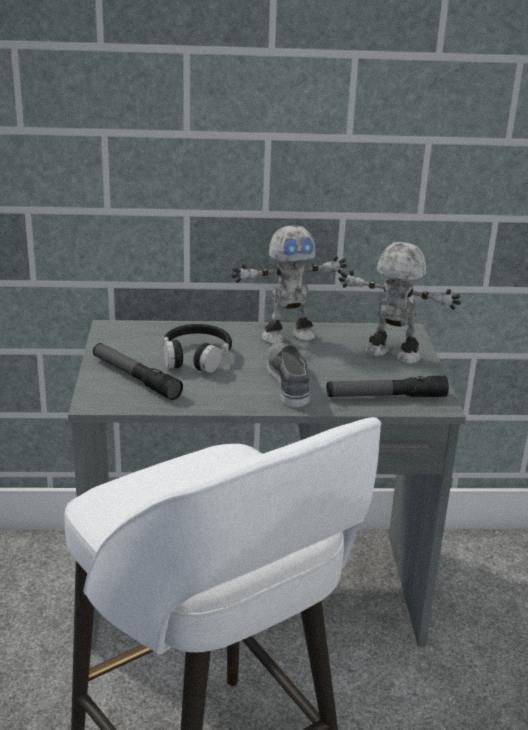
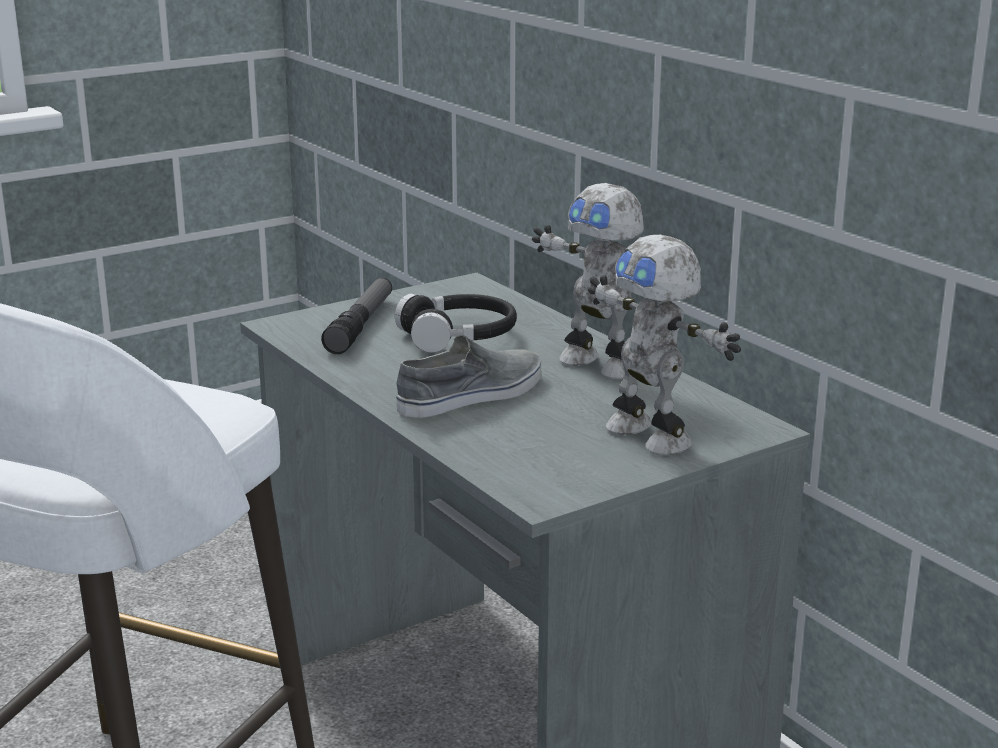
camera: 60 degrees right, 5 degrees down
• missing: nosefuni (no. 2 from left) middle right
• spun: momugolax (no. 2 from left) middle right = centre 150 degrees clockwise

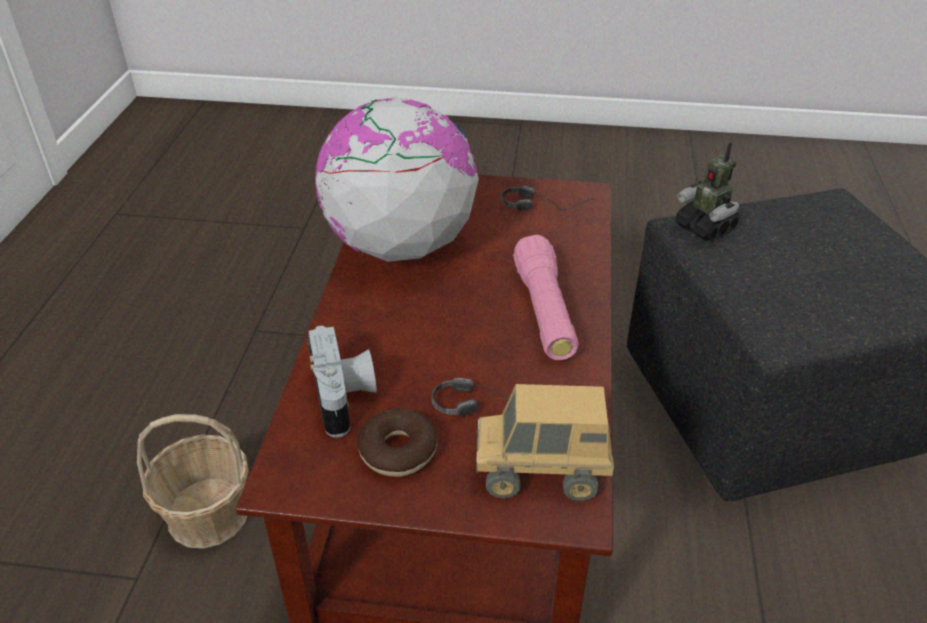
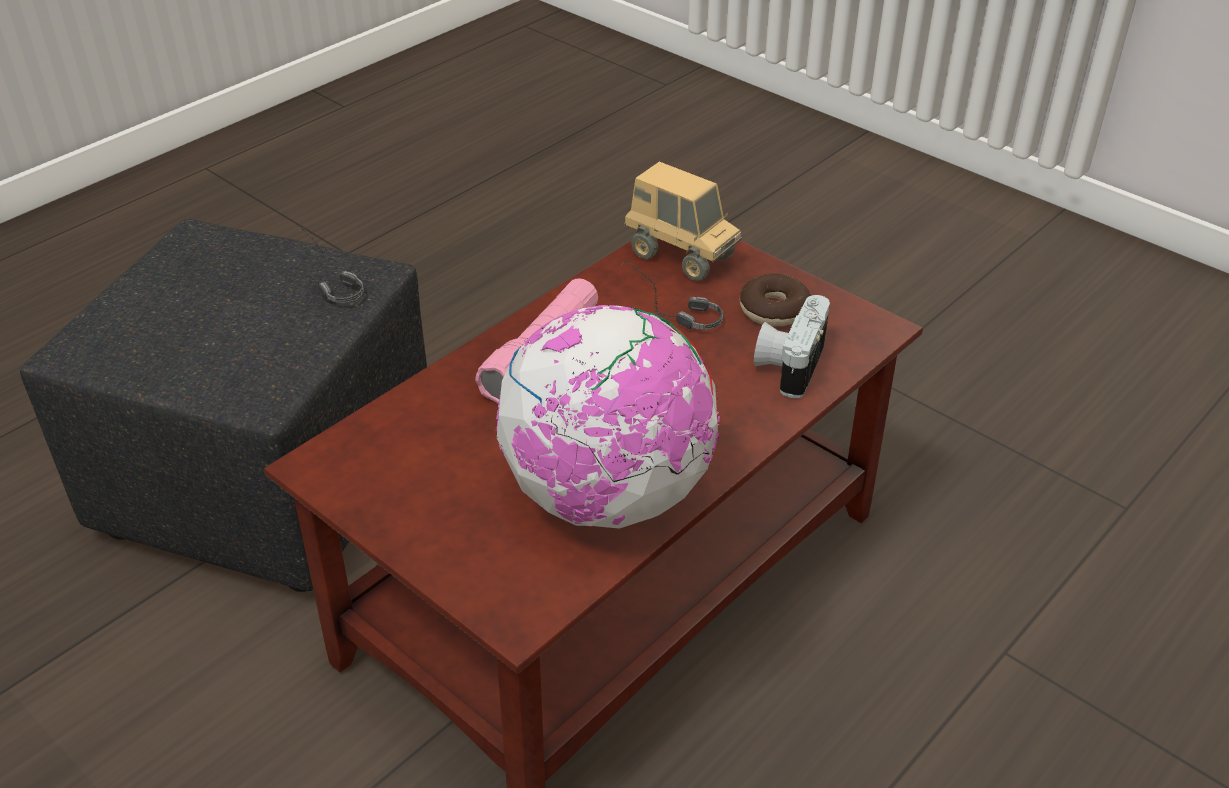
camera: 145 degrees left, 0 degrees up
• missing: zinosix bottom left
• missing: momugolax top right
• relocated: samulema (no. 2 from left in the first image) top centre to samulema (no. 1 from left) middle left

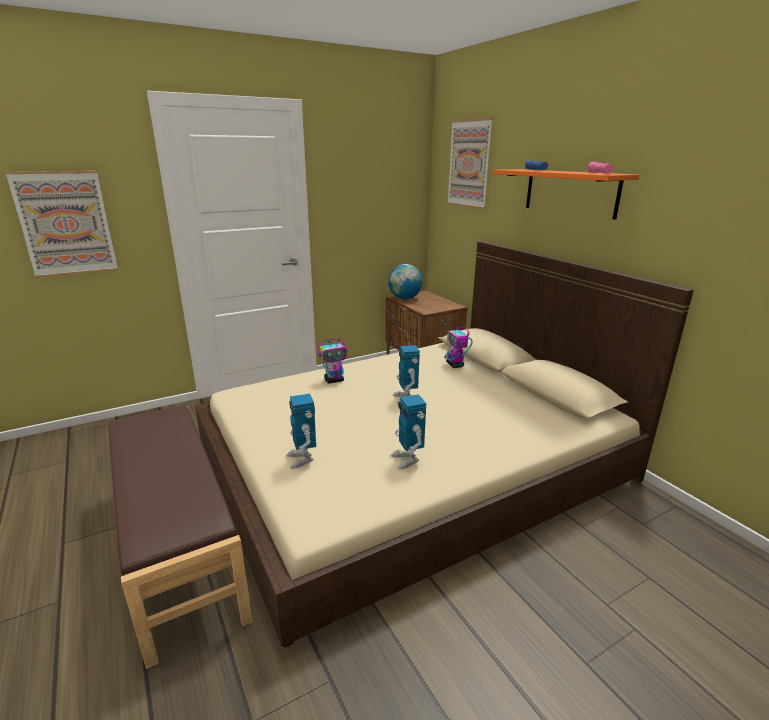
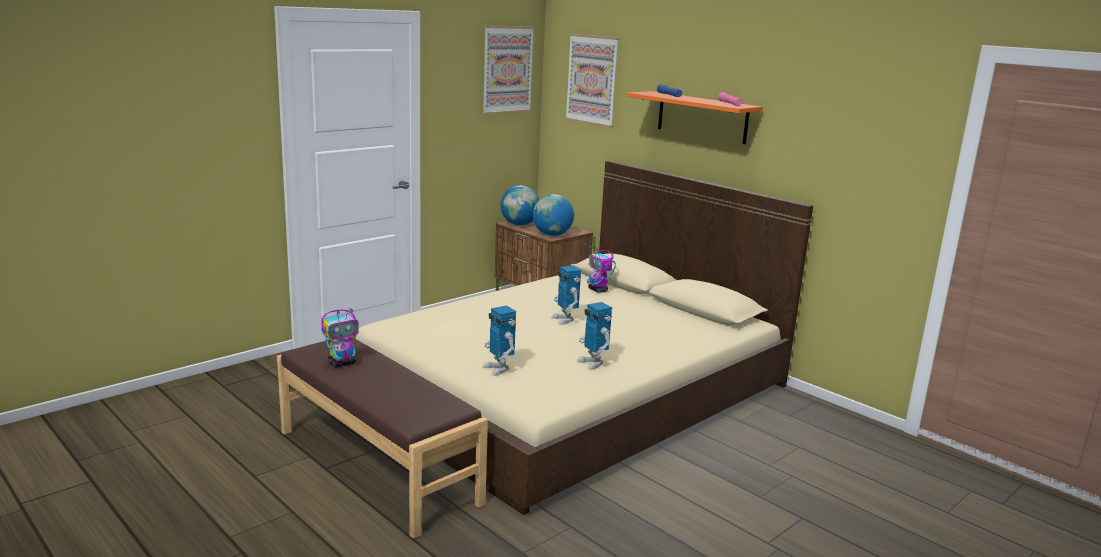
camera: 15 degrees left, 5 degrees down
• appeared: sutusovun (no. 2 from left) centre
• relocated: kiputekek (no. 1 from left) top left to top centre
• relocated: momugolax (no. 2 from left in the first image) centre to momugolax (no. 1 from left) middle left

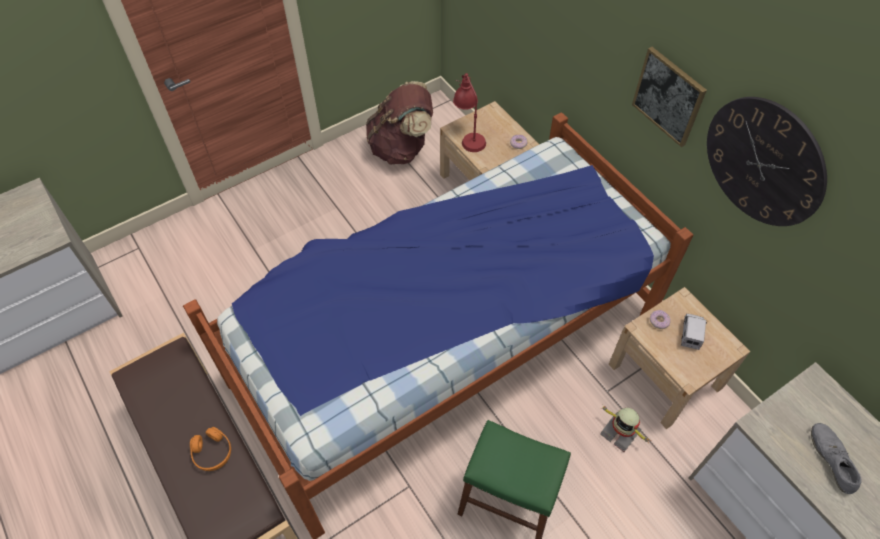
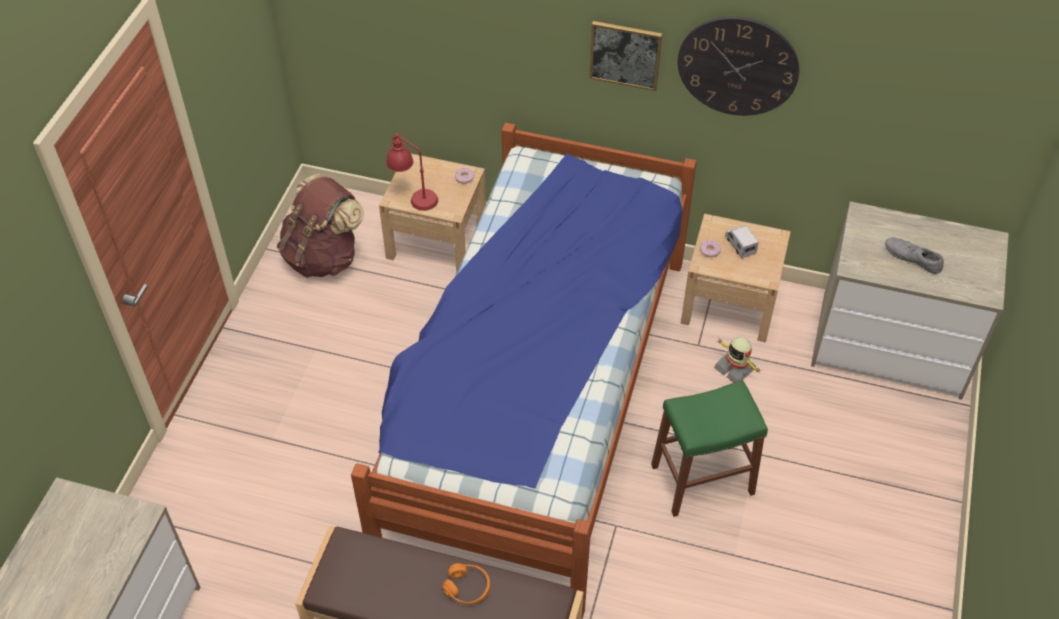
camera: 40 degrees left, 5 degrees down
• spun: momugolax bottom right = middle right 45 degrees clockwise

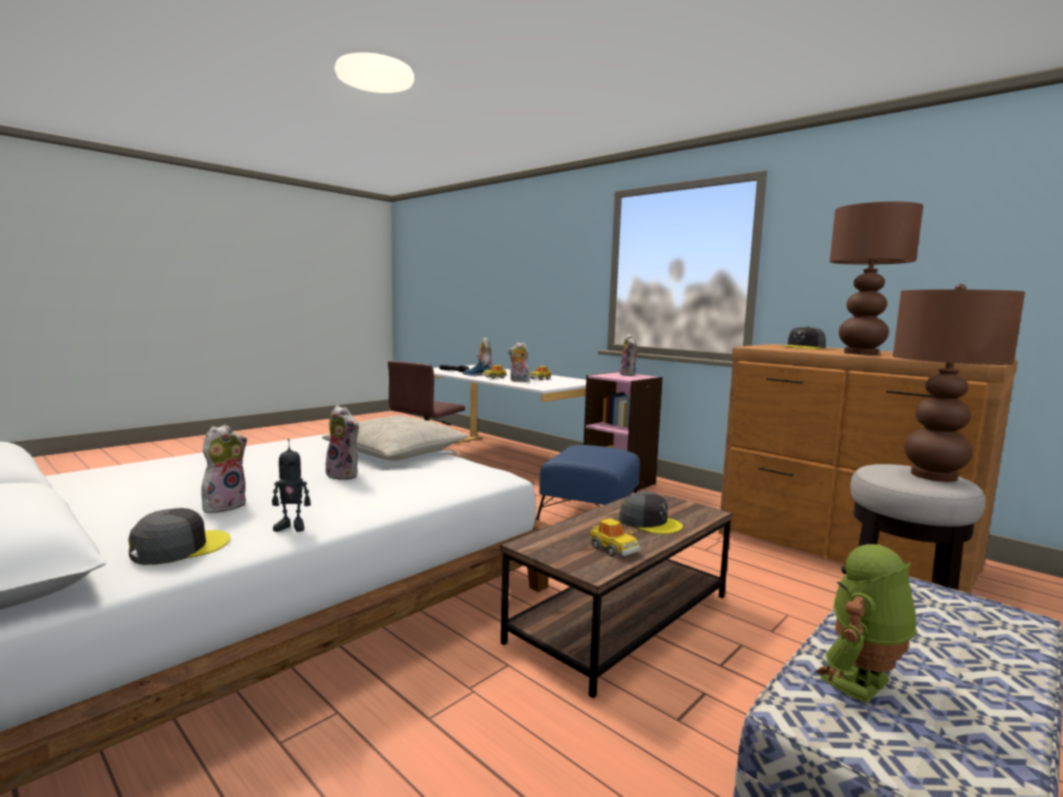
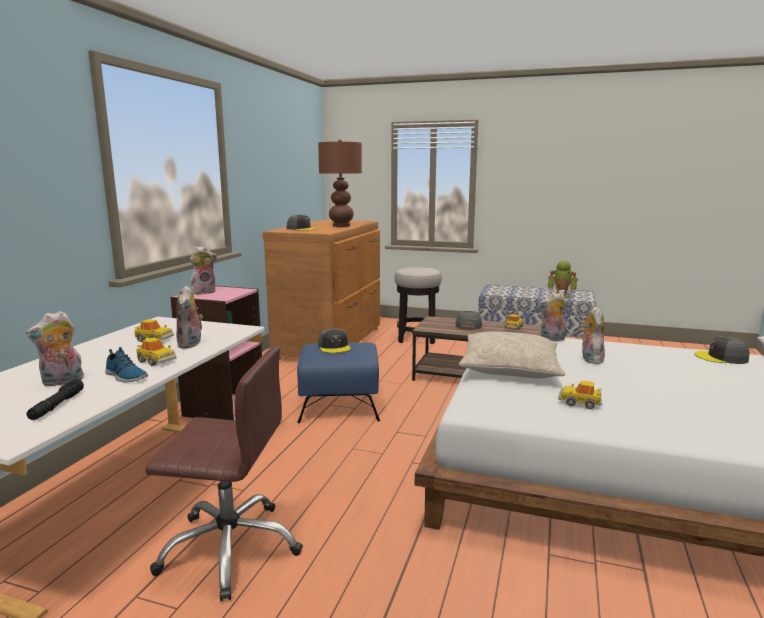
camera: 115 degrees left, 5 degrees up
• missing: momugolax (no. 1 from left) middle left
• missing: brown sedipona (no. 2 from left) middle right
• appeared: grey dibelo (no. 2 from left) centre
• appeared: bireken (no. 4 from left) middle right
• relocated: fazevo (no. 1 from left in the first image) middle left to fazevo (no. 4 from left) middle right

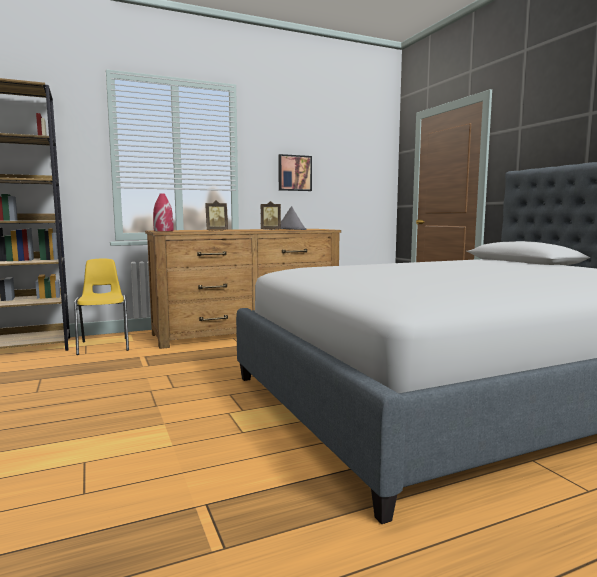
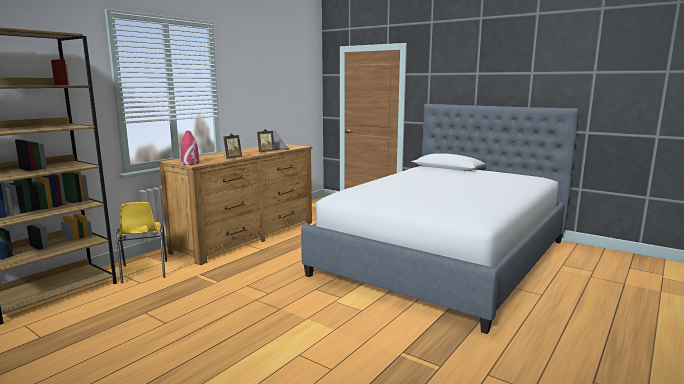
camera: 30 degrees left, 5 degrees up
• missing: kiputekek top centre
• spun: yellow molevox middle left = middle left 150 degrees counterclockwise

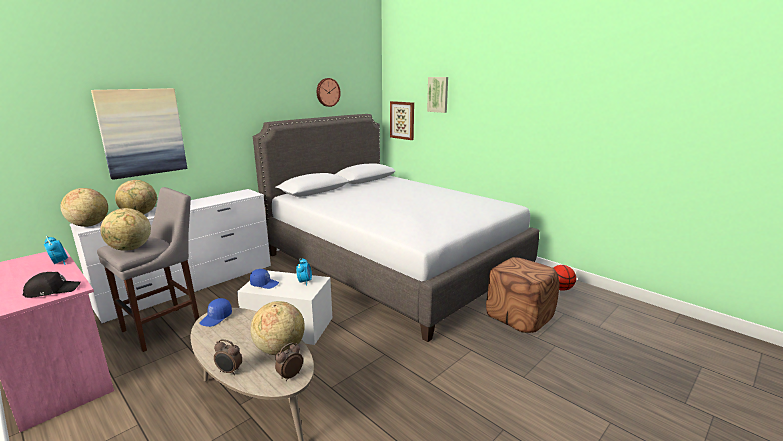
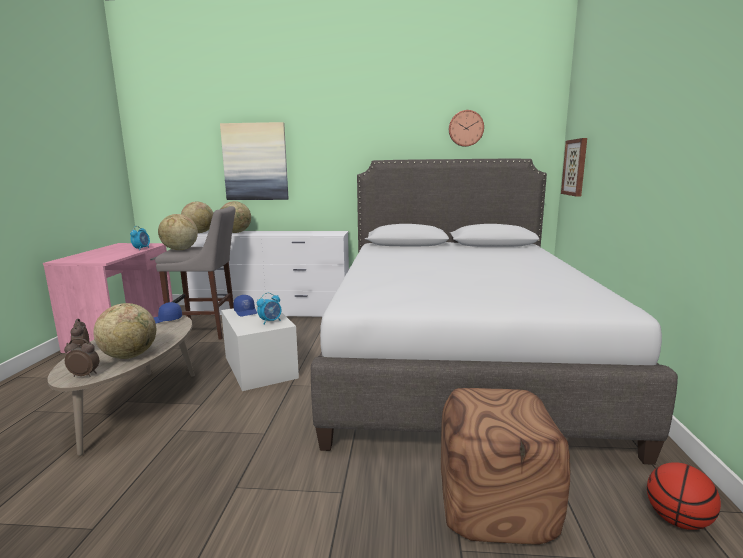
camera: 50 degrees right, 5 degrees down
• missing: black dibelo middle left
• missing: kiputekek (no. 3 from left) top centre

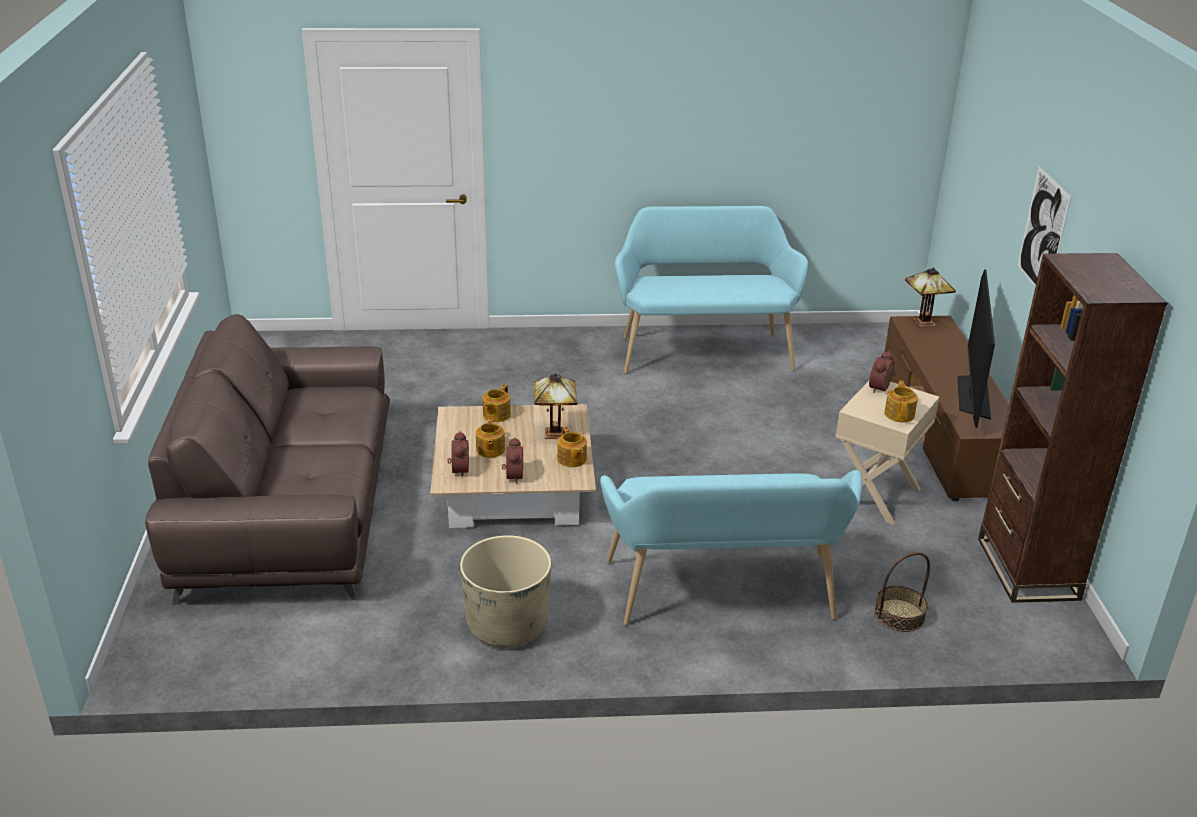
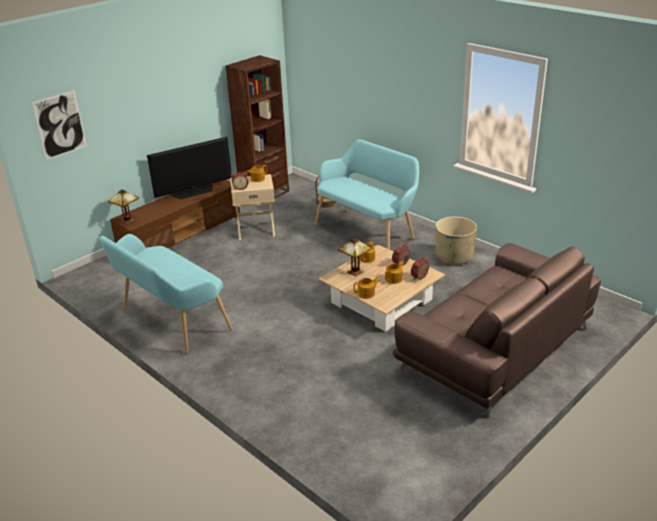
camera: 130 degrees left, 0 degrees up
• relocated: kiputekek top right to top left

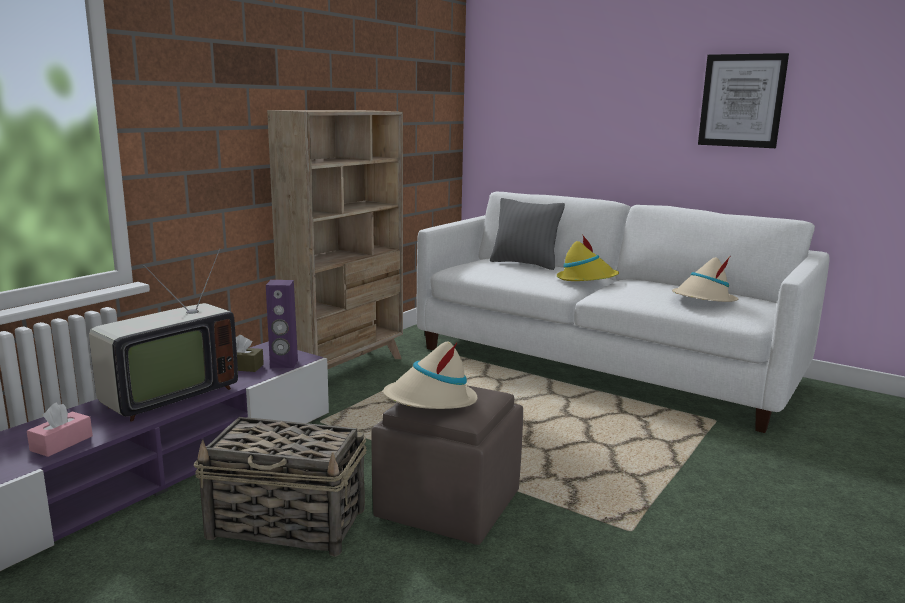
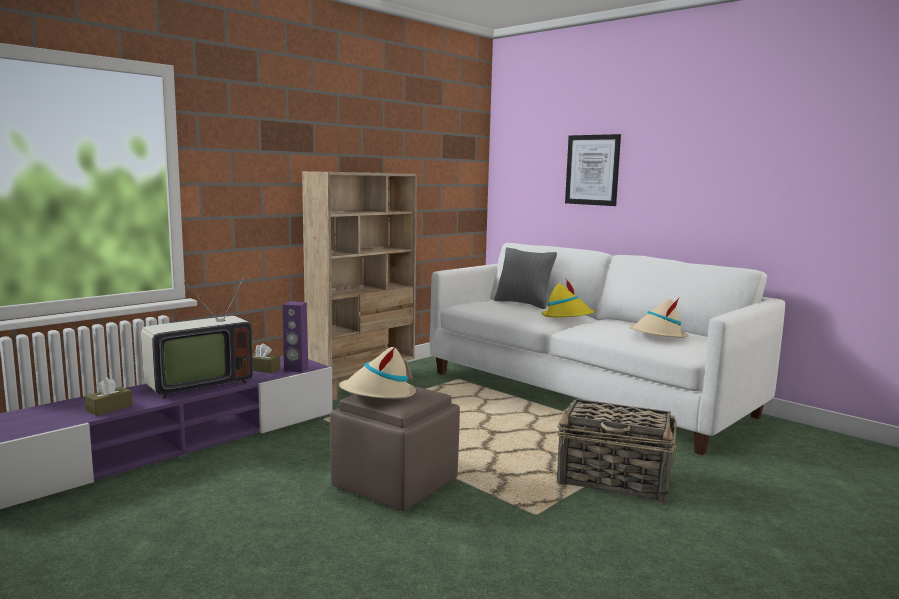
camera: 10 degrees right, 5 degrees down
• relocated: zinosix bottom left to bottom right
• relocated: kiputekek top right to top centre
• colour: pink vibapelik bottom left to brown vibapelik (no. 1 from left) middle left

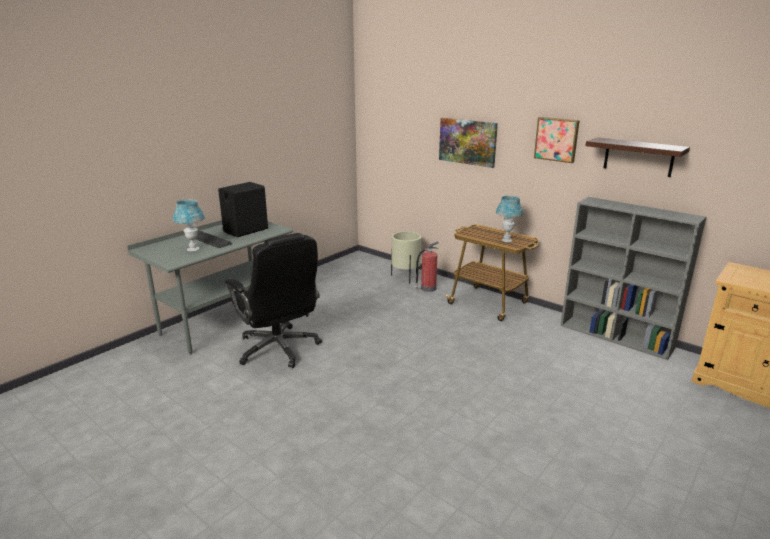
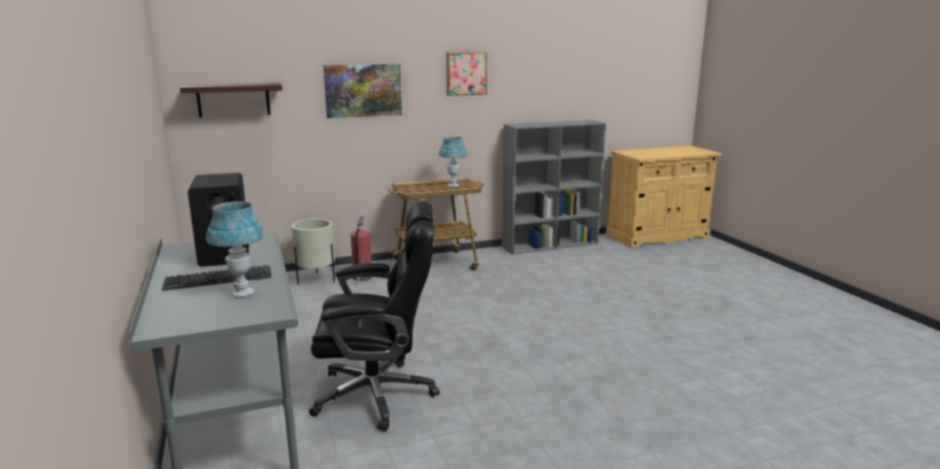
camera: 60 degrees left, 5 degrees down
• relocated: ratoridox top right to top left

